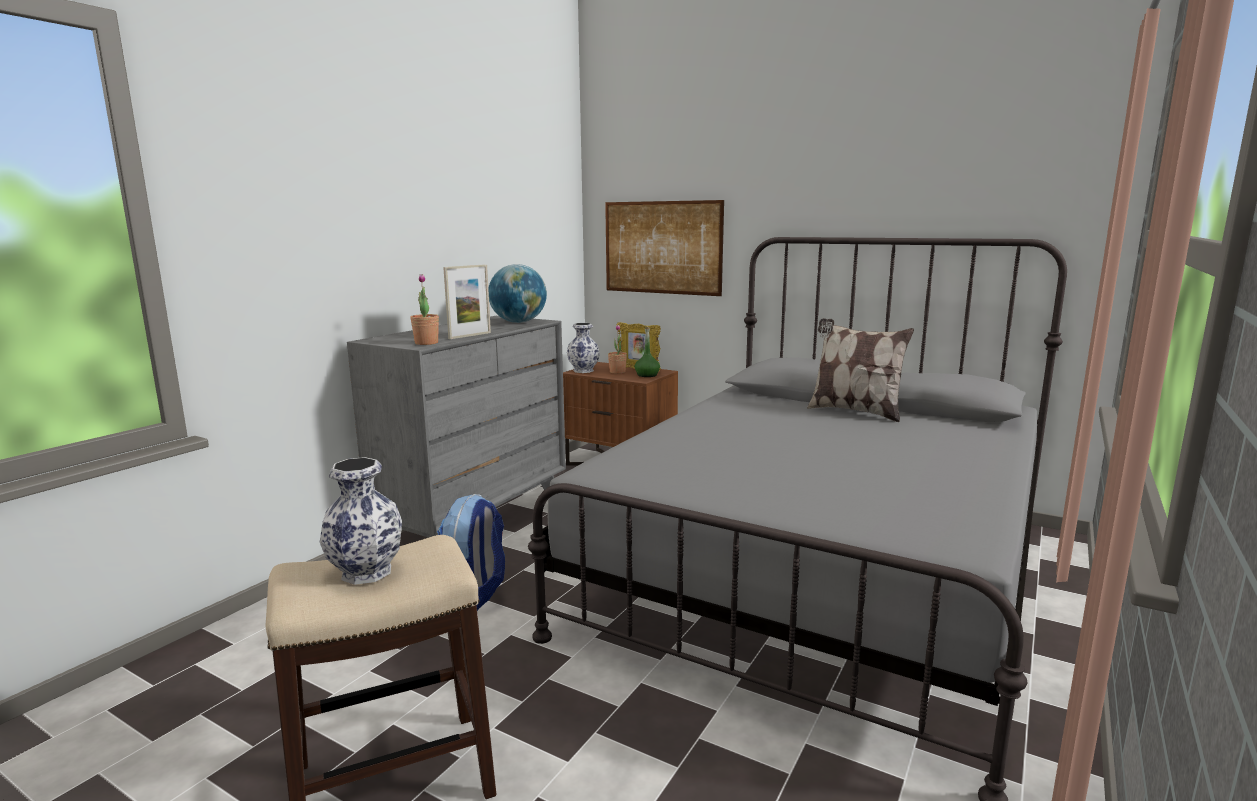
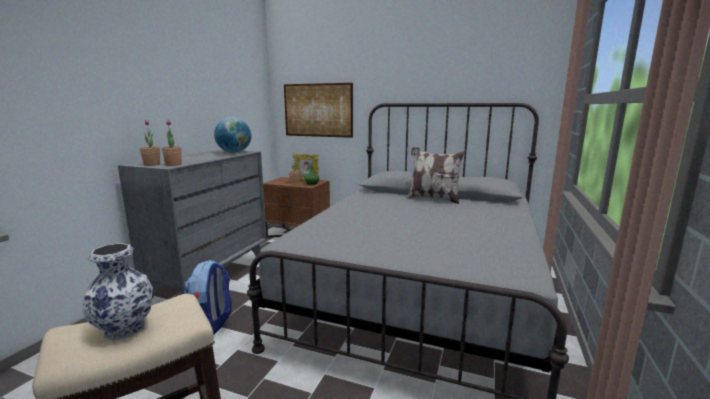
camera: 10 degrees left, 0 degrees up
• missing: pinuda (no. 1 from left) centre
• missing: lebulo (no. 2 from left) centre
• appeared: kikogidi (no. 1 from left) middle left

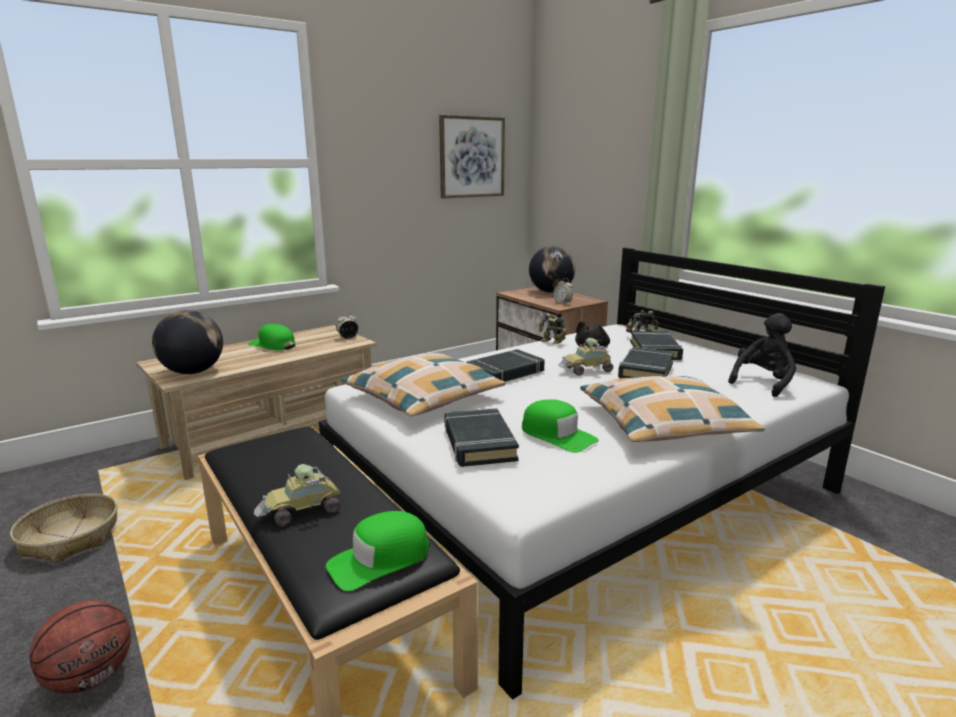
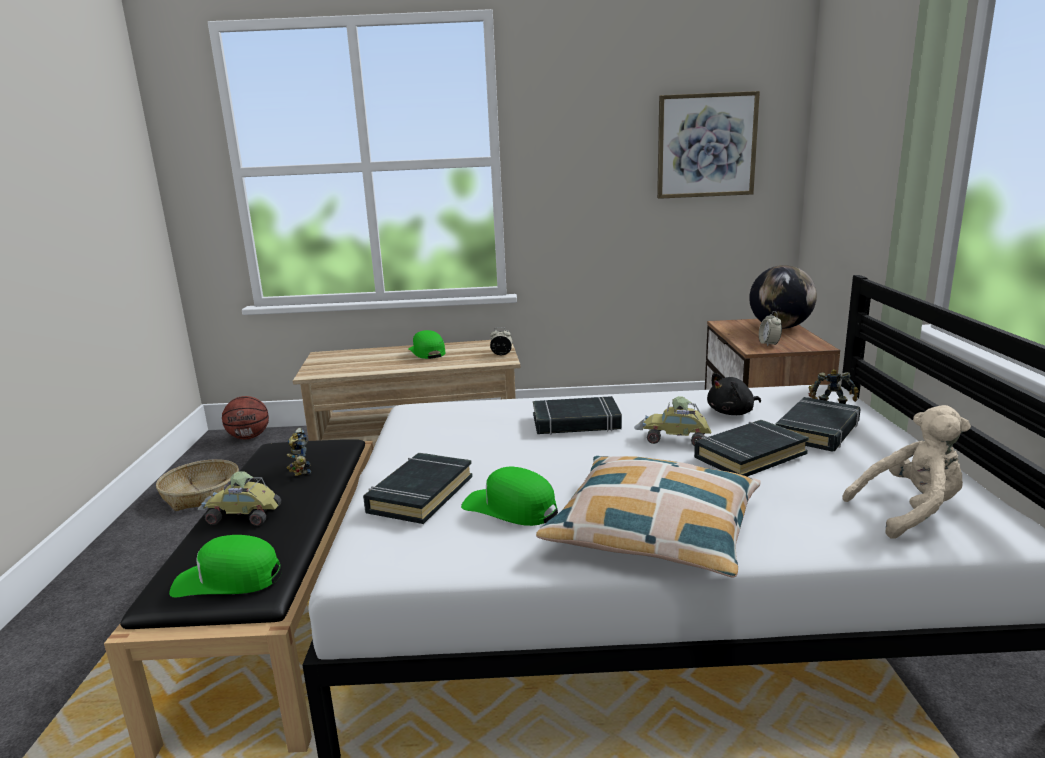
camera: 35 degrees right, 0 degrees up
• missing: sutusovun (no. 1 from left) middle left
• missing: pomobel (no. 1 from left) centre
• relocated: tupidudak bottom left to middle left
• relocated: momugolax (no. 1 from left) centre to middle left
• colour: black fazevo (no. 2 from left) middle right to beige fazevo middle right
• spun: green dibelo (no. 3 from left) centre = centre 135 degrees clockwise

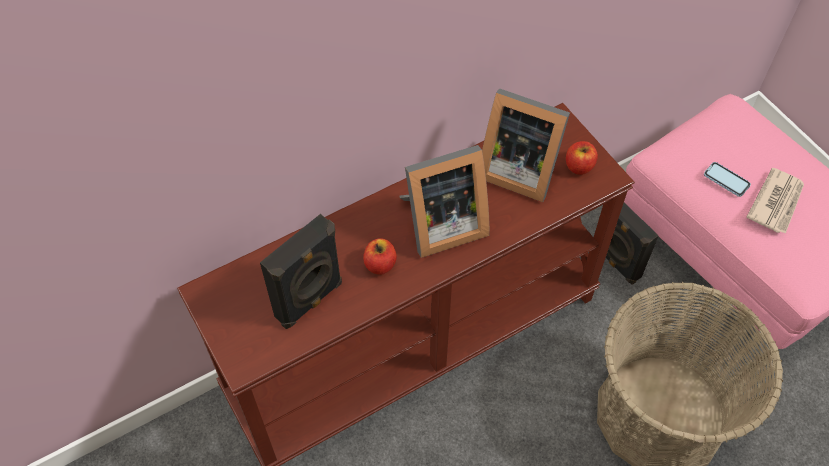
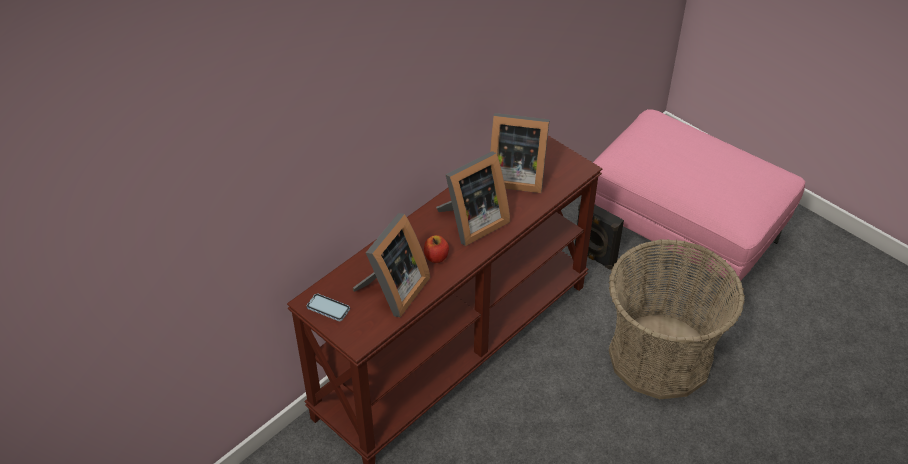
camera: 15 degrees left, 10 degrees down
• missing: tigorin (no. 2 from left) middle right
• missing: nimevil middle right
• relocated: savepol middle right to centre
• exchanged: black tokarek (no. 1 from left) centre to pinuda (no. 1 from left) centre

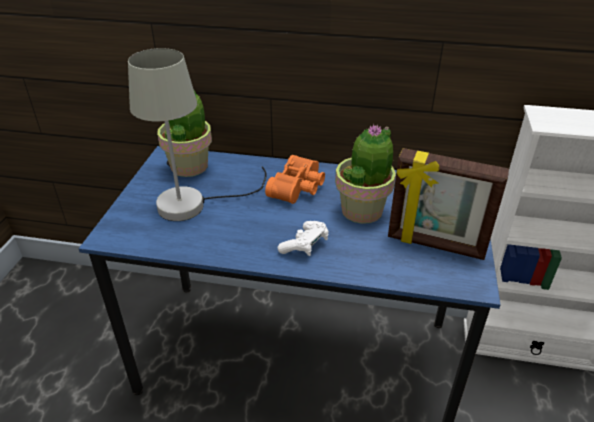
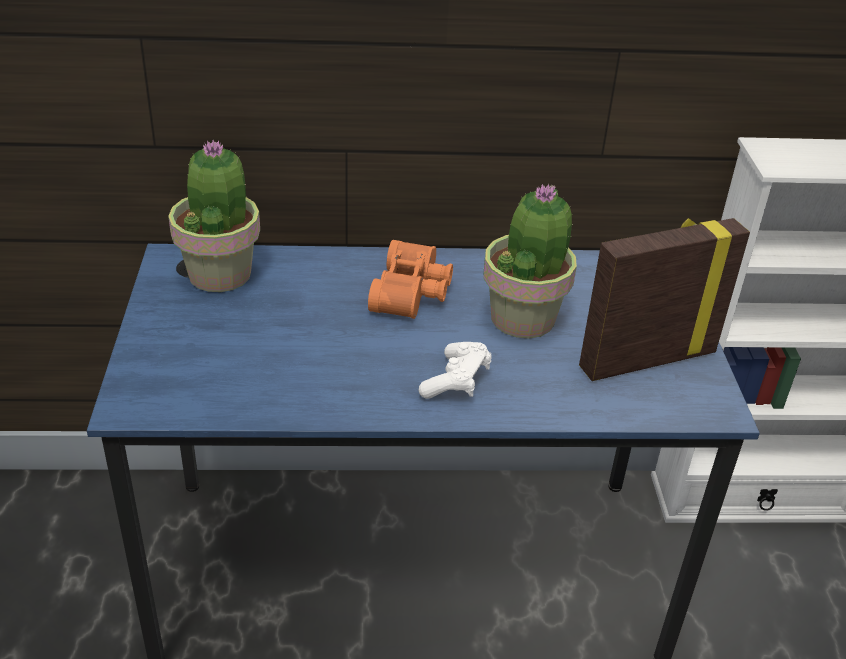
camera: 15 degrees left, 0 degrees up
• missing: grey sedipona top left
• spun: pinuda middle right = middle right 150 degrees clockwise

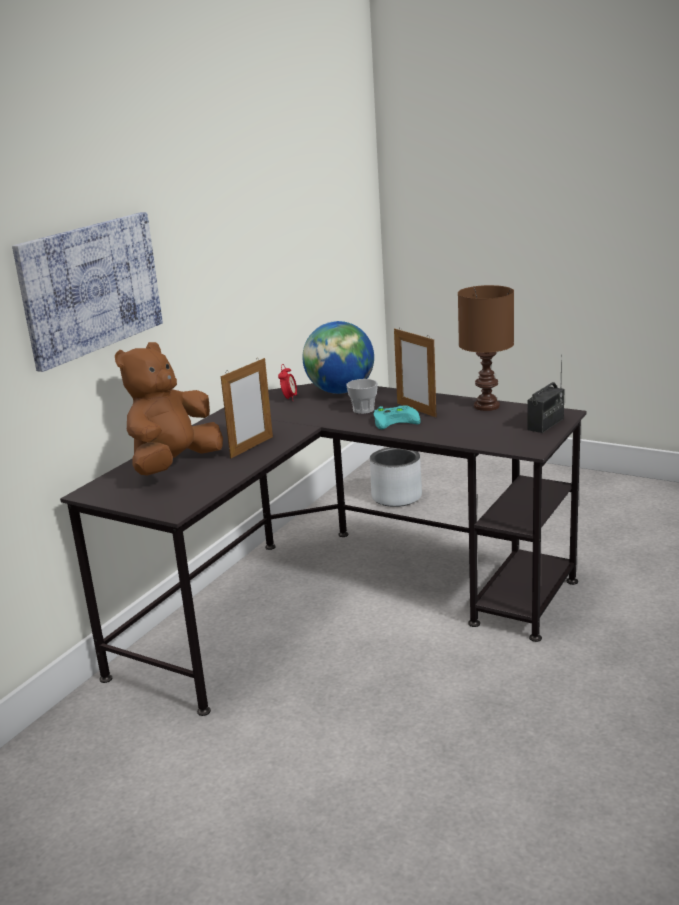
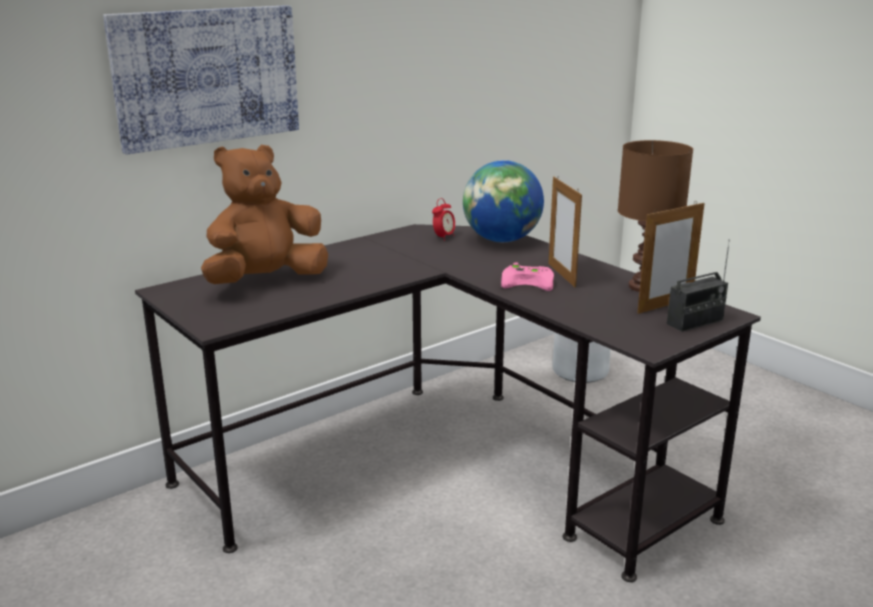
camera: 20 degrees right, 0 degrees up
• missing: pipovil centre
• relocated: pinuda (no. 1 from left in the first image) centre to pinuda (no. 2 from left) middle right
• colour: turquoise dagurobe centre to pink dagurobe centre

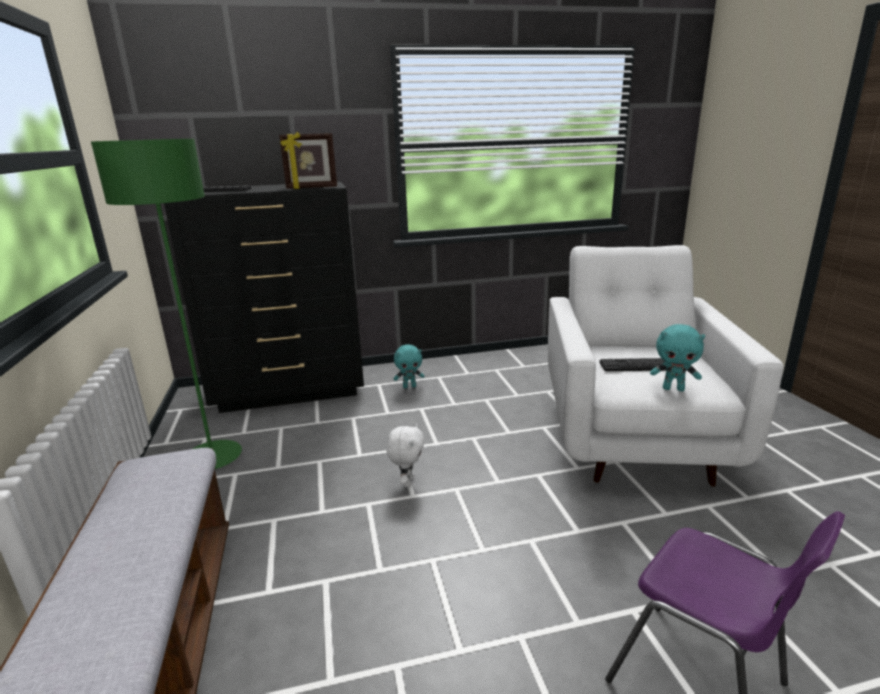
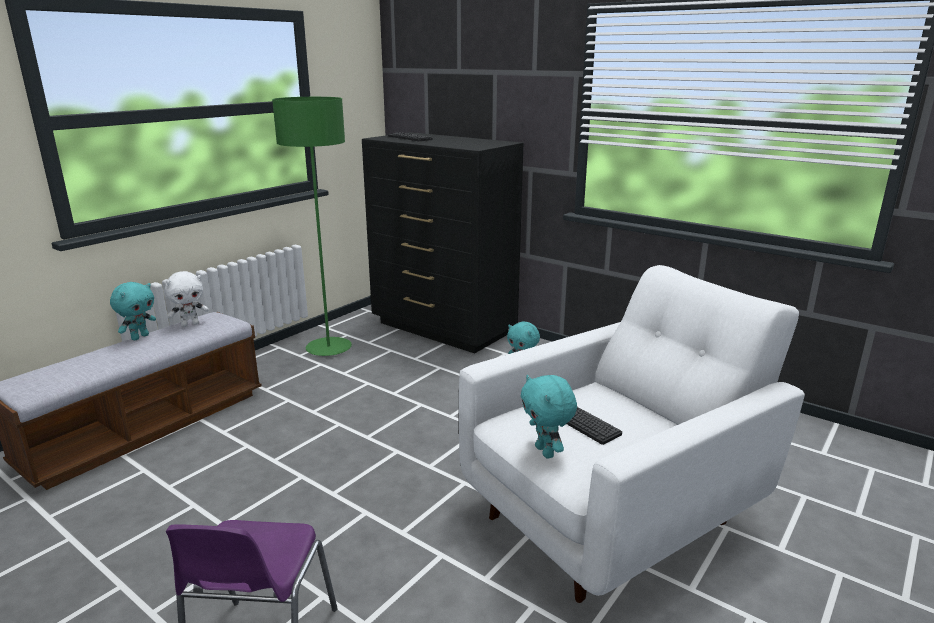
camera: 50 degrees right, 0 degrees up
• missing: pinuda top centre
• appeared: turquoise fazevo (no. 1 from left) middle left
• relocated: white fazevo centre to middle left

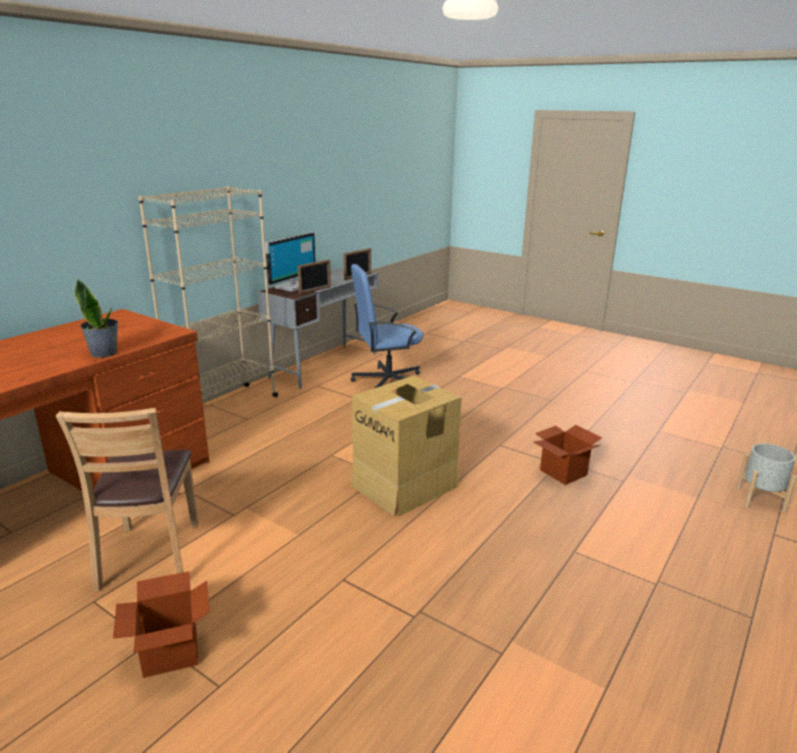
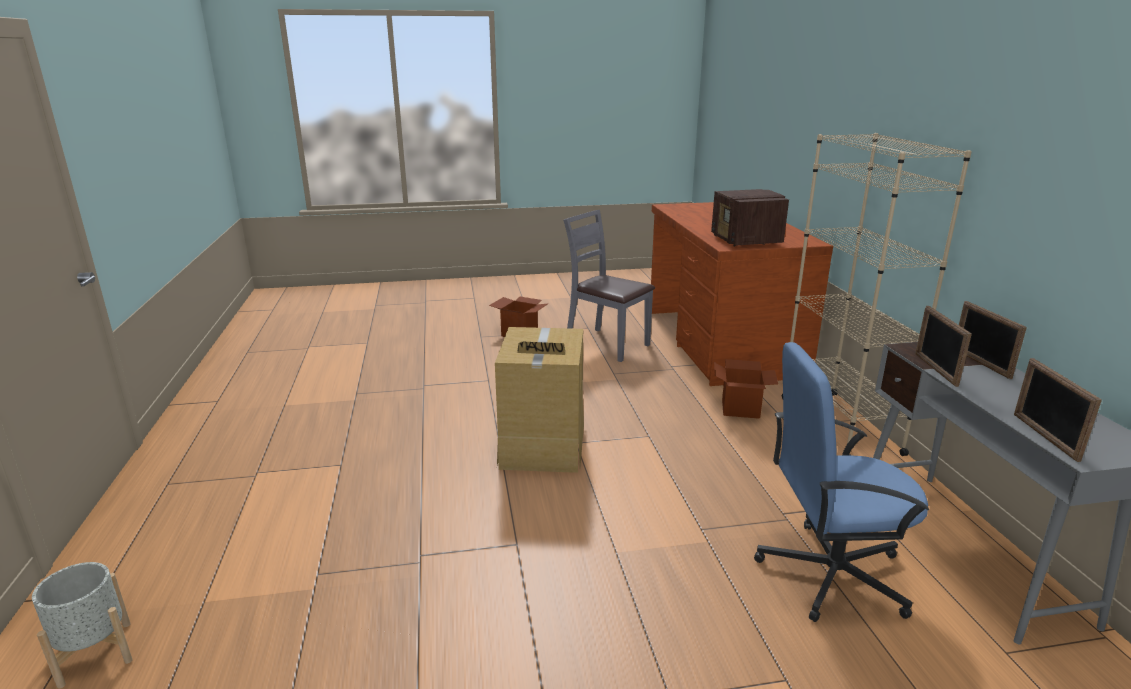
camera: 135 degrees right, 0 degrees up
• missing: kikogidi middle left
• appeared: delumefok top centre
• relocated: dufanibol (no. 3 from left) middle right to centre
• exchanged: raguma centre to pinuda (no. 2 from left) middle right
• colour: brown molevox middle left to grey molevox centre
• spun: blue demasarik centre = bottom right 120 degrees counterclockwise

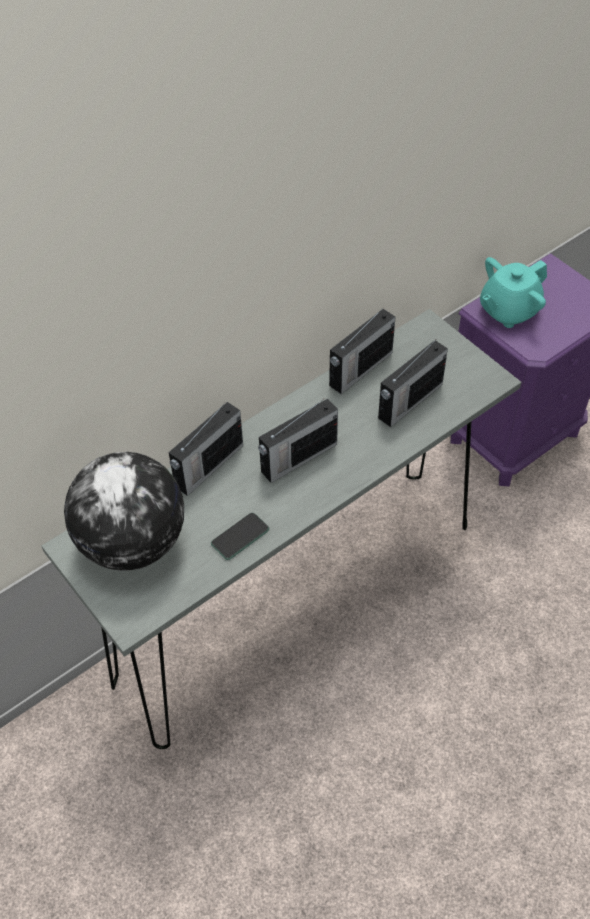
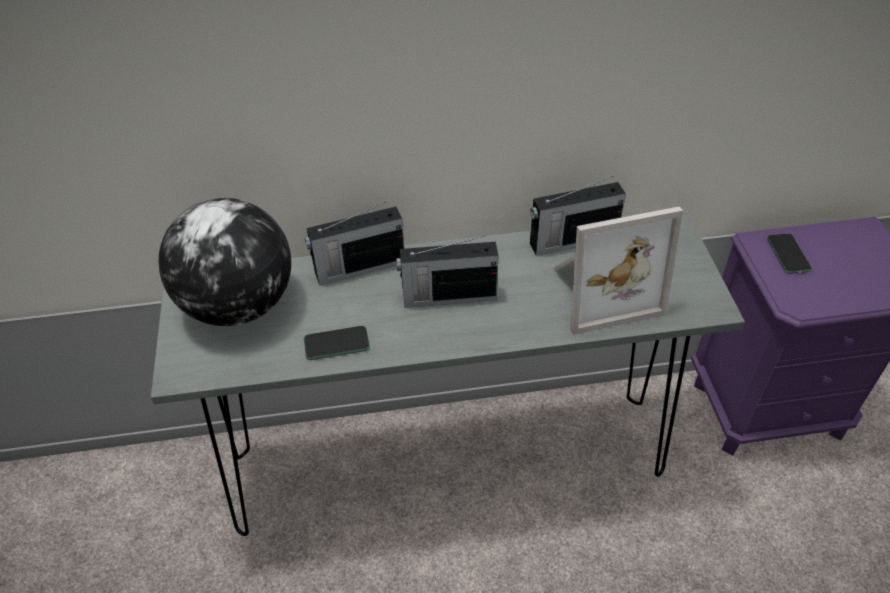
camera: 30 degrees right, 5 degrees down
• exchanged: delumefok (no. 4 from left) middle right to pinuda middle right
• exchanged: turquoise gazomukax top right to savepol (no. 2 from left) middle right

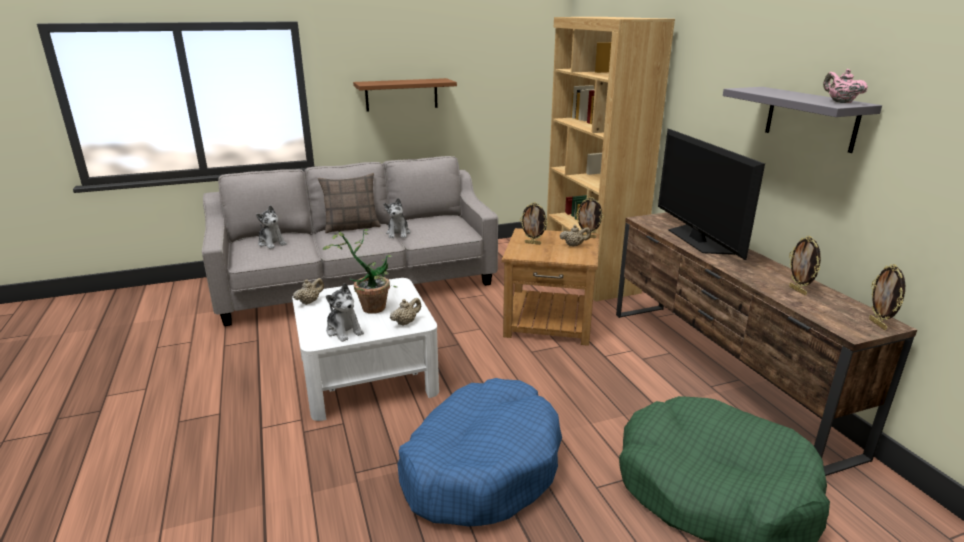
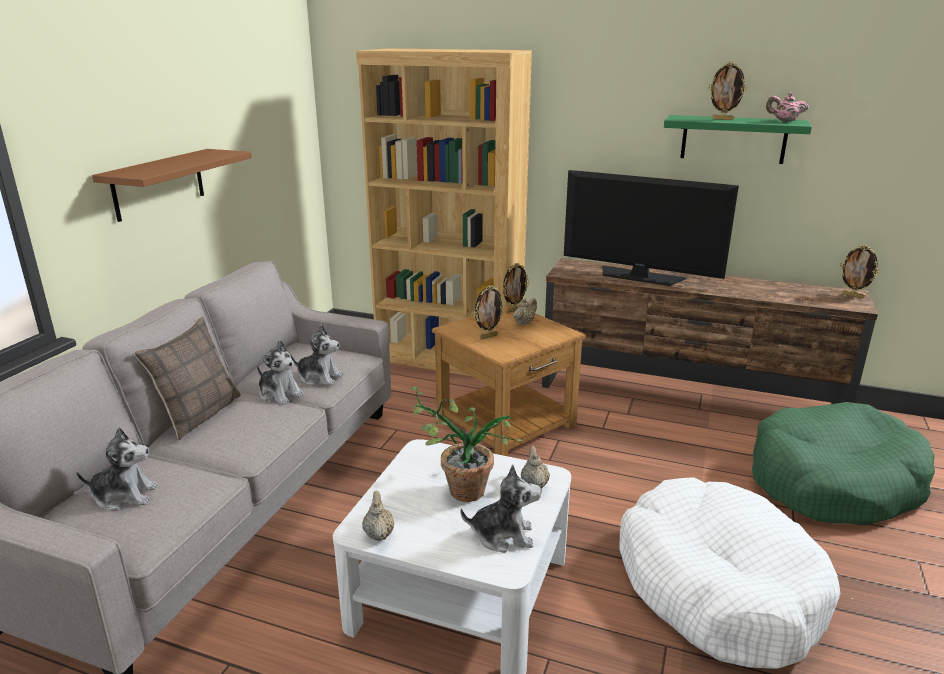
camera: 50 degrees left, 0 degrees up
• appeared: fazevo (no. 3 from left) centre
• relocated: pinuda (no. 3 from left) middle right to top right
• colour: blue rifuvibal bottom centre to white rifuvibal bottom right
• colour: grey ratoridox top right to green ratoridox top right

